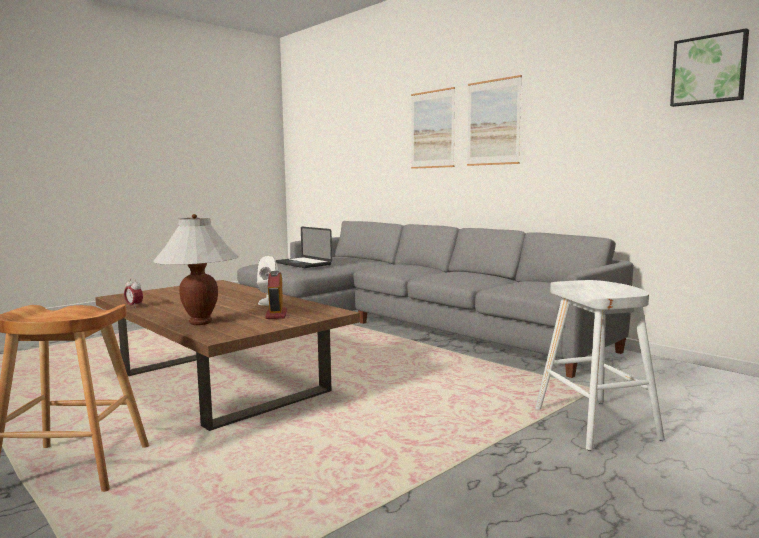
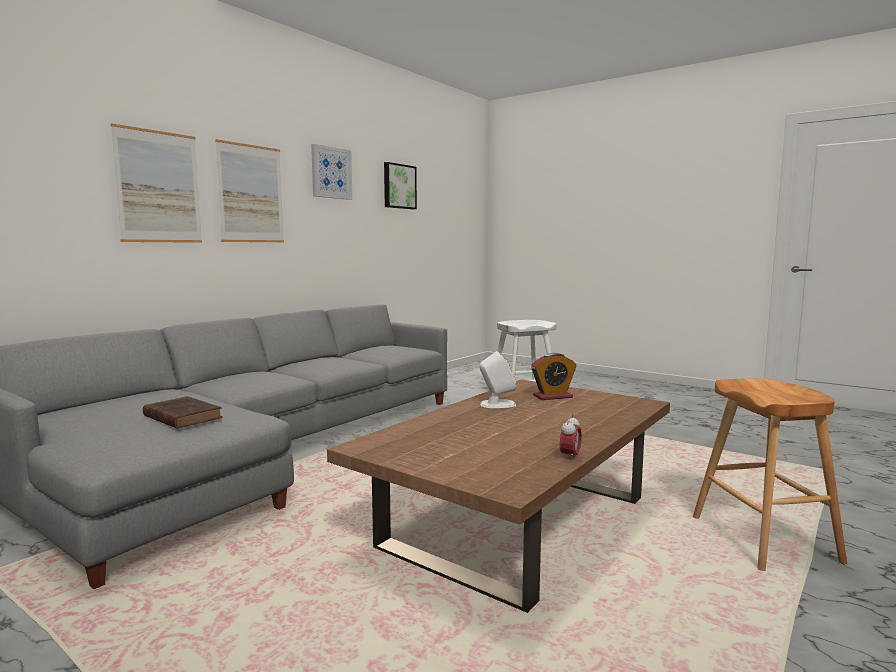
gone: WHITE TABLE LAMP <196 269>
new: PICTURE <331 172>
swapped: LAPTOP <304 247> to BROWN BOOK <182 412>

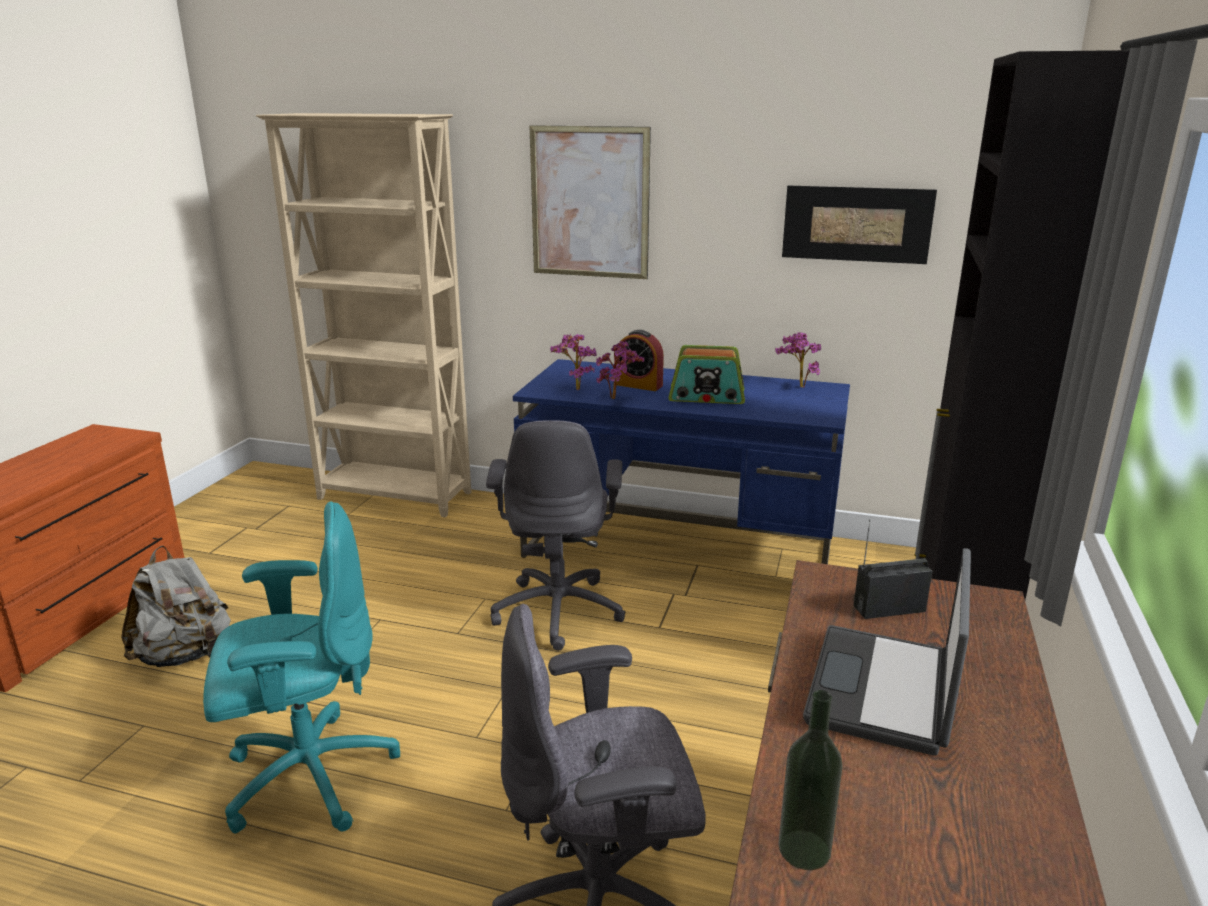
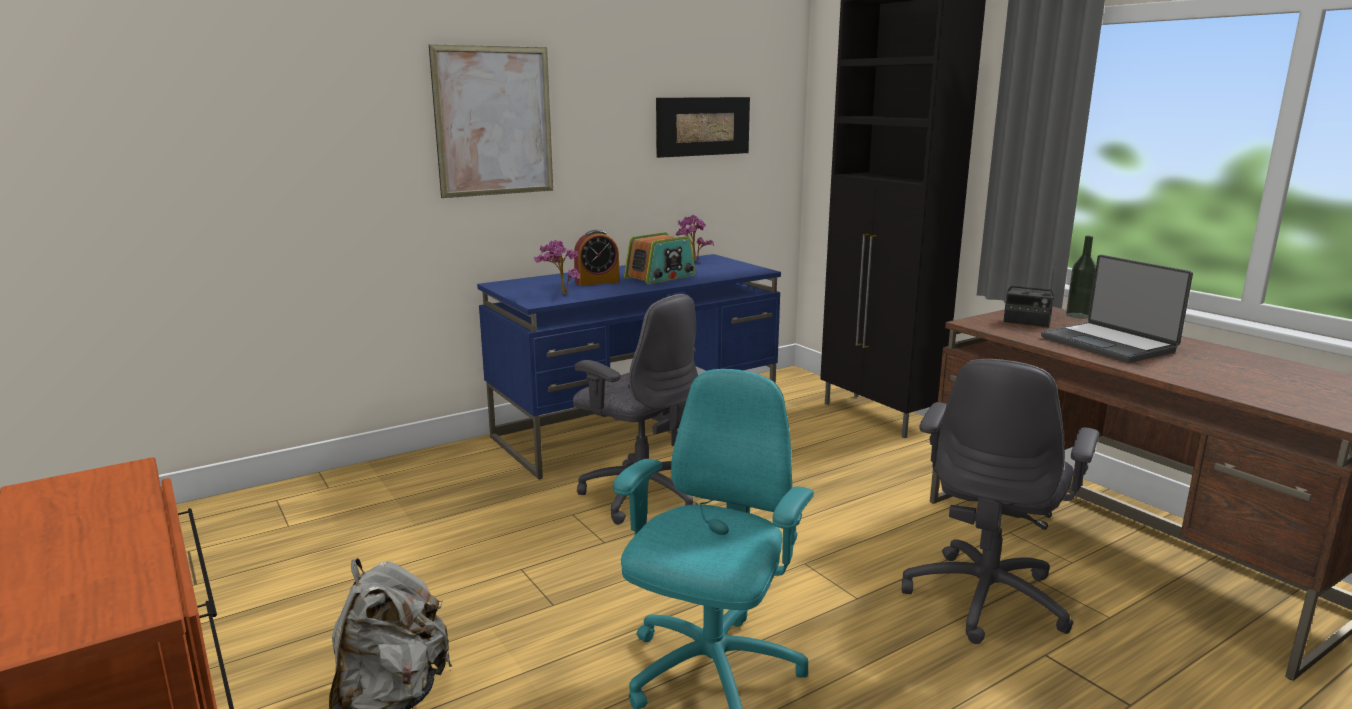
gone: BEIGE BOOKCASE <363 315>; POTTED PLANT <620 370>
shifted: BOTTLE <810 780> to <1081 277>
rotated: RADIO <893 569> = <1029 295> 90 degrees counterclockwise

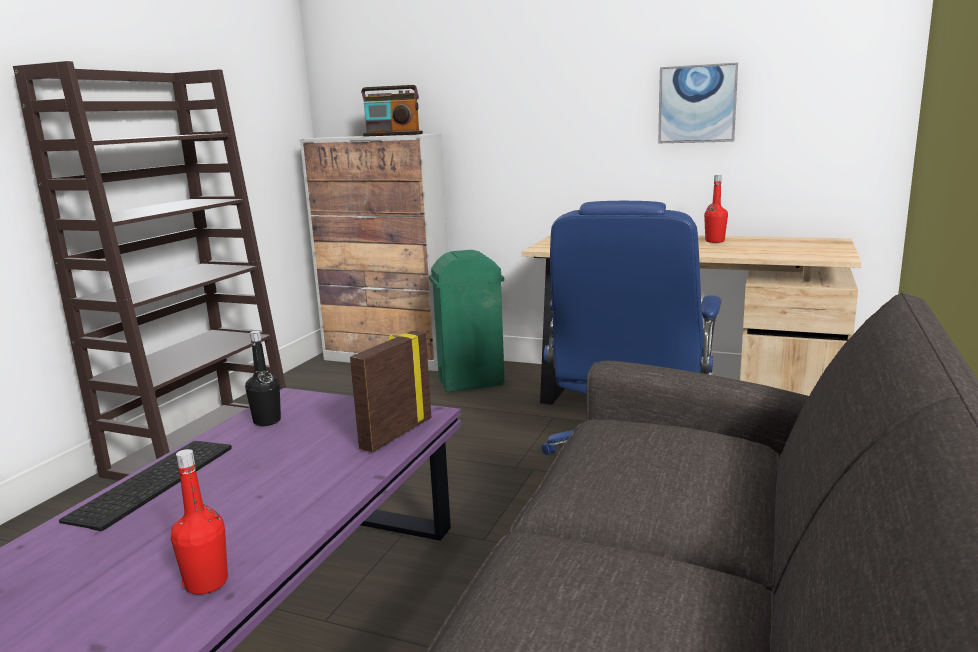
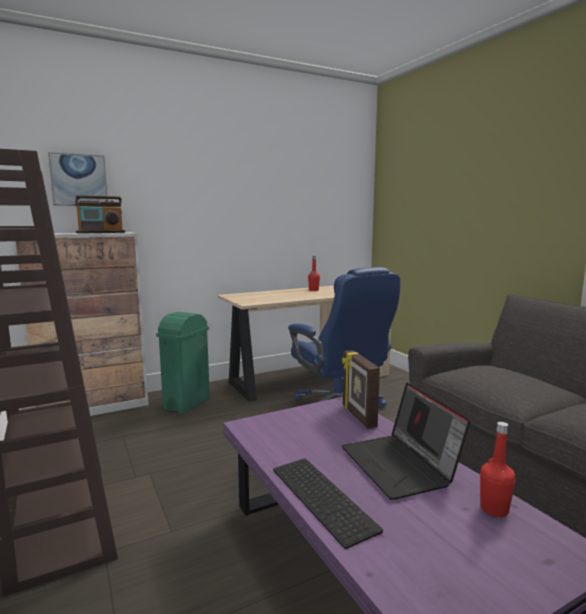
gone: BLACK BOTTLE <263 378>
new: LAPTOP <406 441>
shifted: PICTURE <698 103> to <78 179>

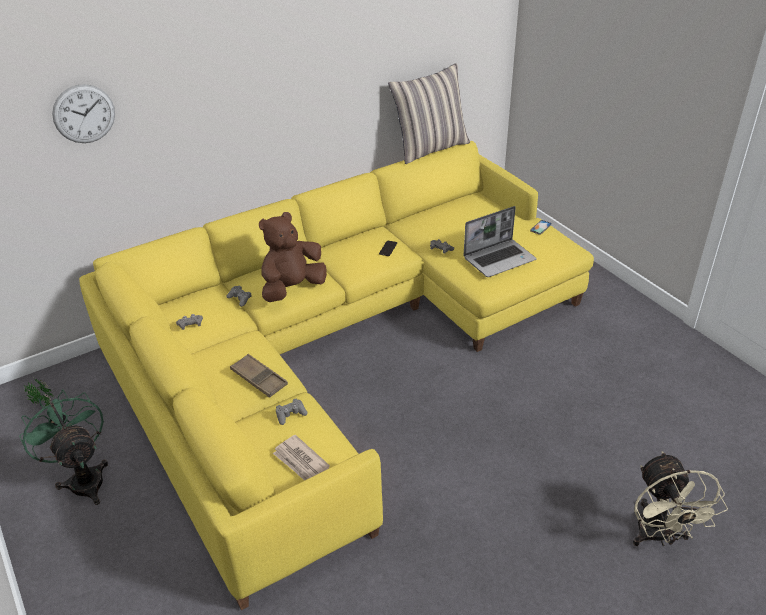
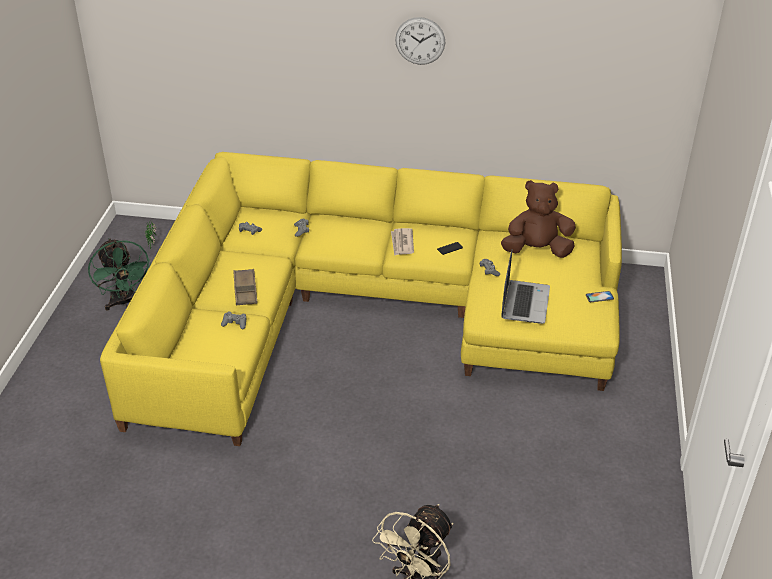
gone: PILLOW <429 113>
shifted: NEWSPAPER <301 458> to <402 242>; WALL CLOCK <83 113> to <420 41>; BROWN PLUSH TOY <293 257> to <538 219>
rotated: GREEN FAN <63 447> = <119 274> 150 degrees clockwise; LAPTOP <500 241> = <525 287> 90 degrees counterclockwise

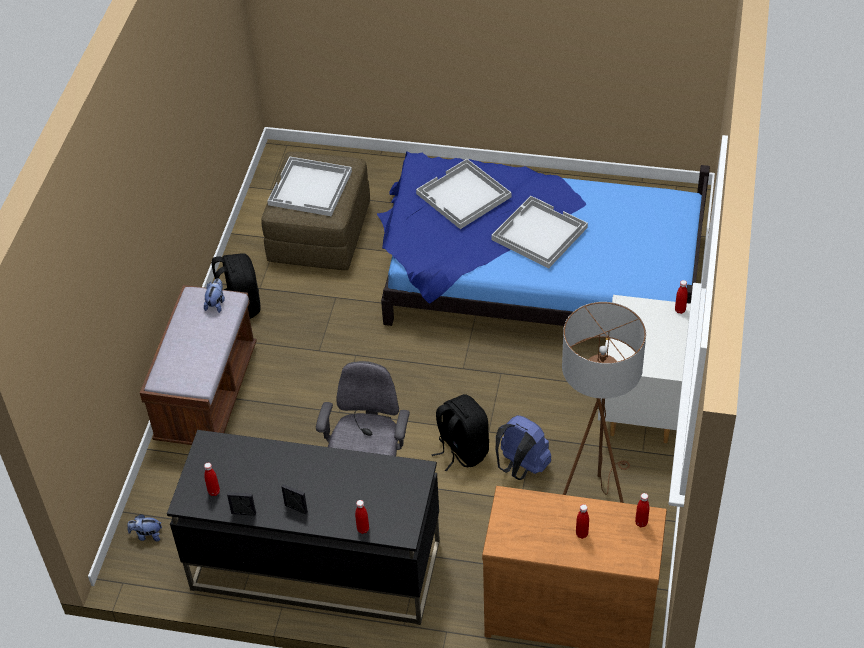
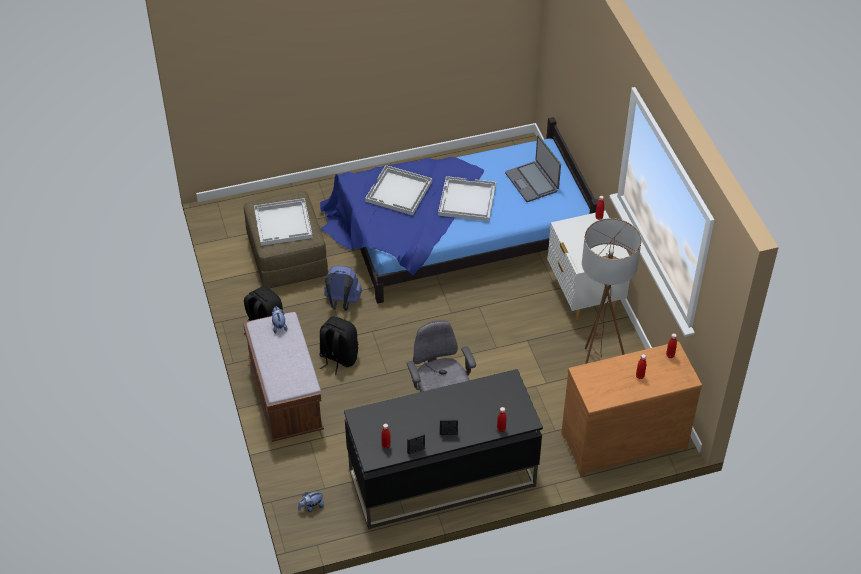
new: LAPTOP <533 168>
shifted: BLACK BACKPACK <460 432> to <338 346>; BLUE BACKPACK <523 447> to <343 288>

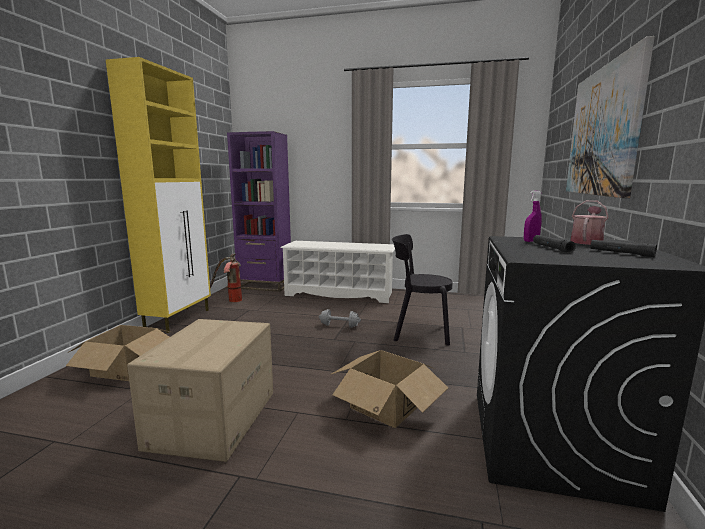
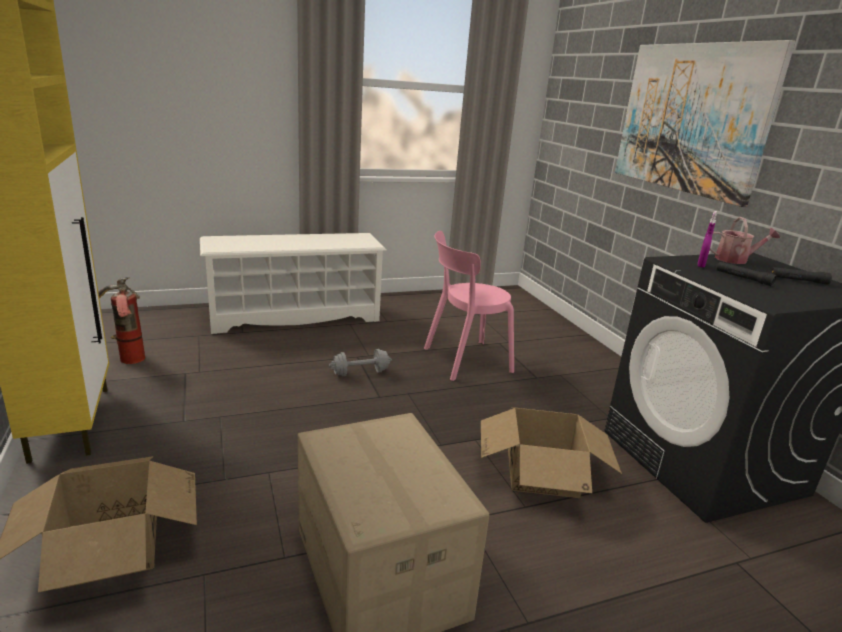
gone: PURPLE BOOKCASE <259 211>
repainted: BLACK CHAIR <422 290> to PINK CHAIR <469 306>
rotated: WATERING CAN <589 222> = <745 240> 90 degrees clockwise

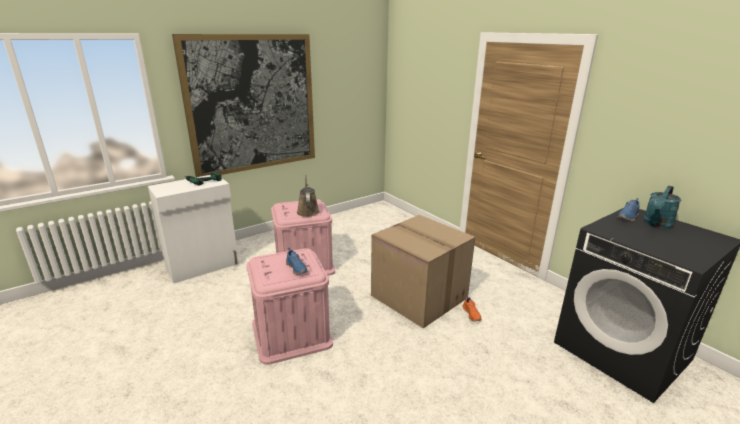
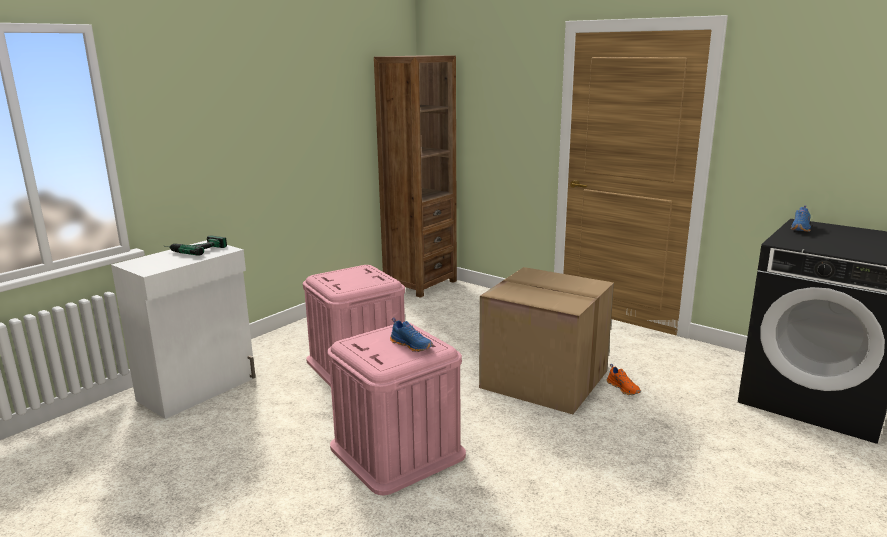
gone: PICTURE <243 105>; BROWN WATERING CAN <308 196>; TURQUOISE WATERING CAN <662 207>
new: BROWN BOOKCASE <415 177>

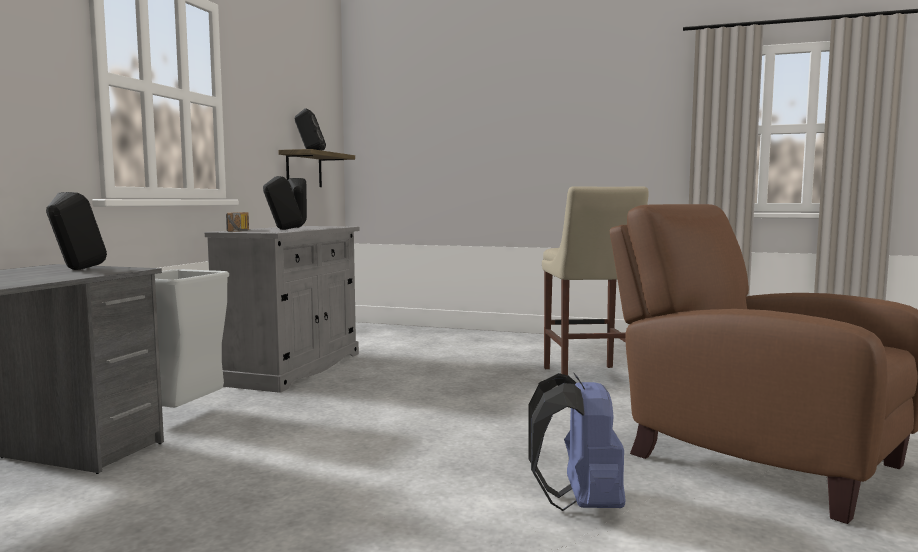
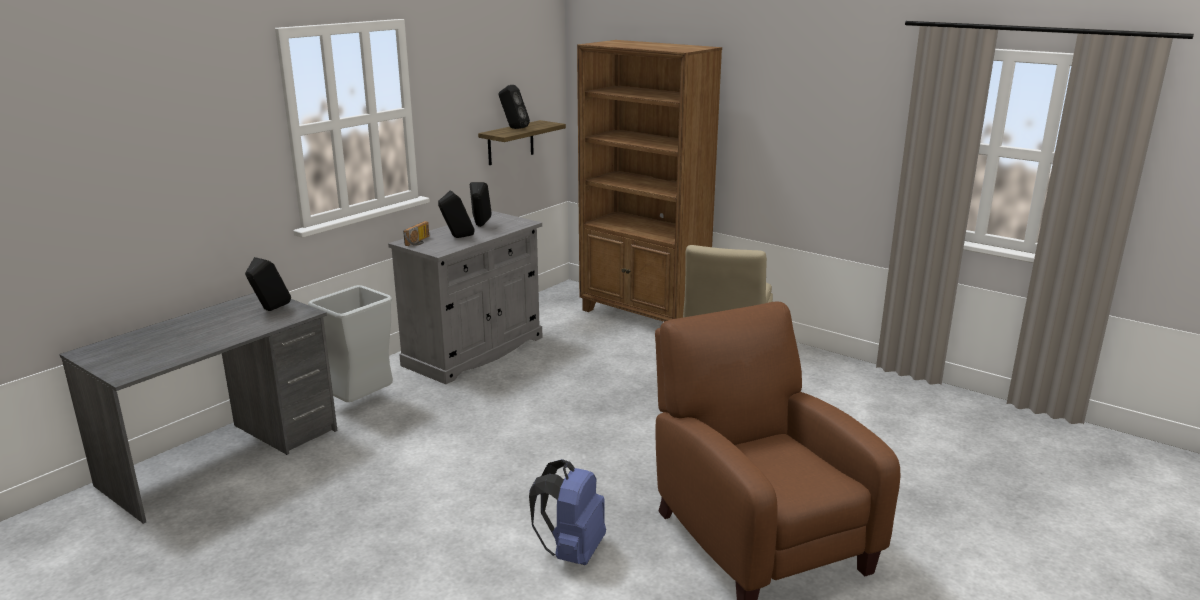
new: BROWN BOOKCASE <649 181>

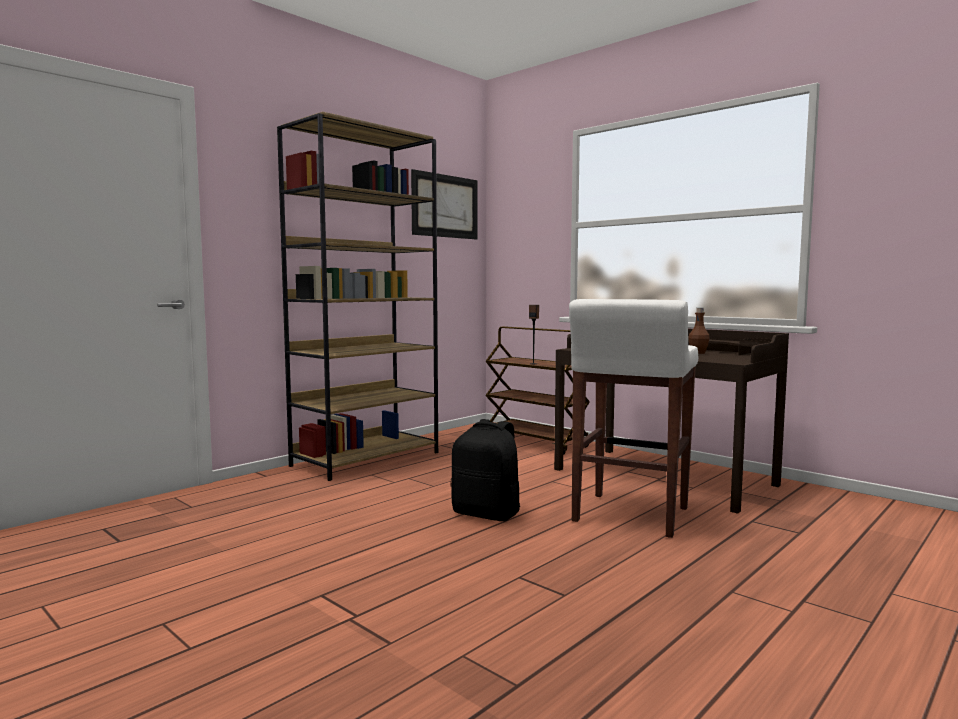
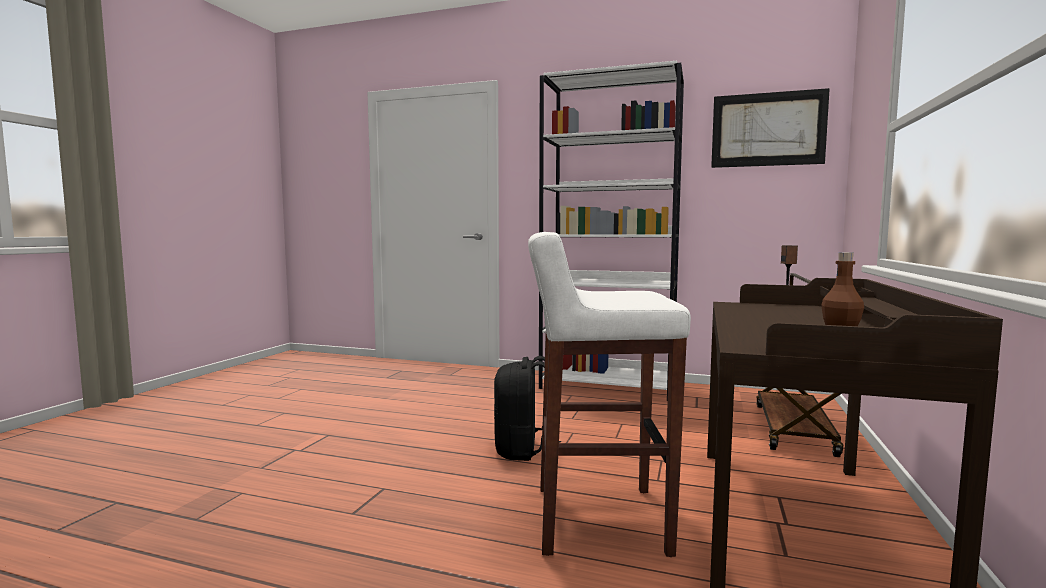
repainted: BROWN BOOKCASE <357 296> to WHITE BOOKCASE <611 231>

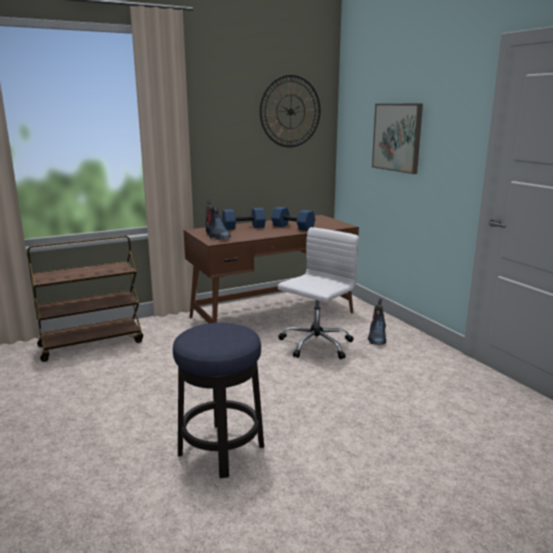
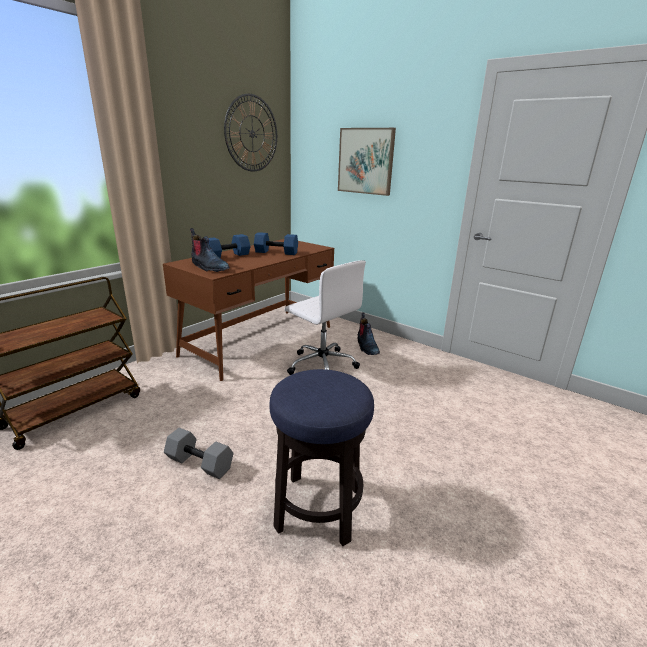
new: GREY DUMBBELL <198 453>
rotated: WHITE OFFICE CHAIR <318 293> = <325 317> 120 degrees clockwise

